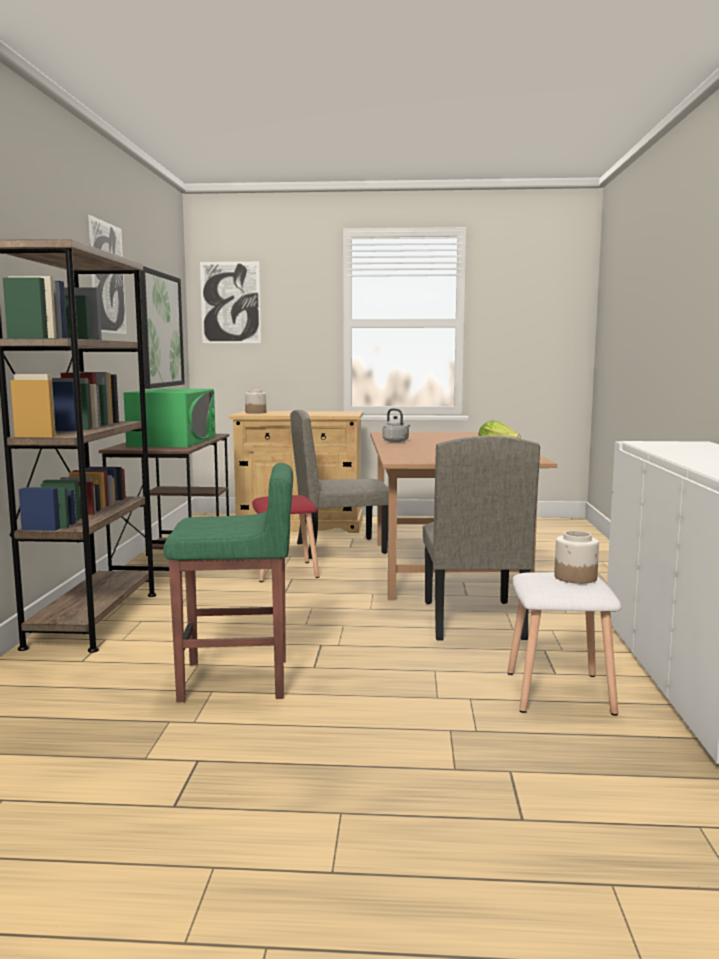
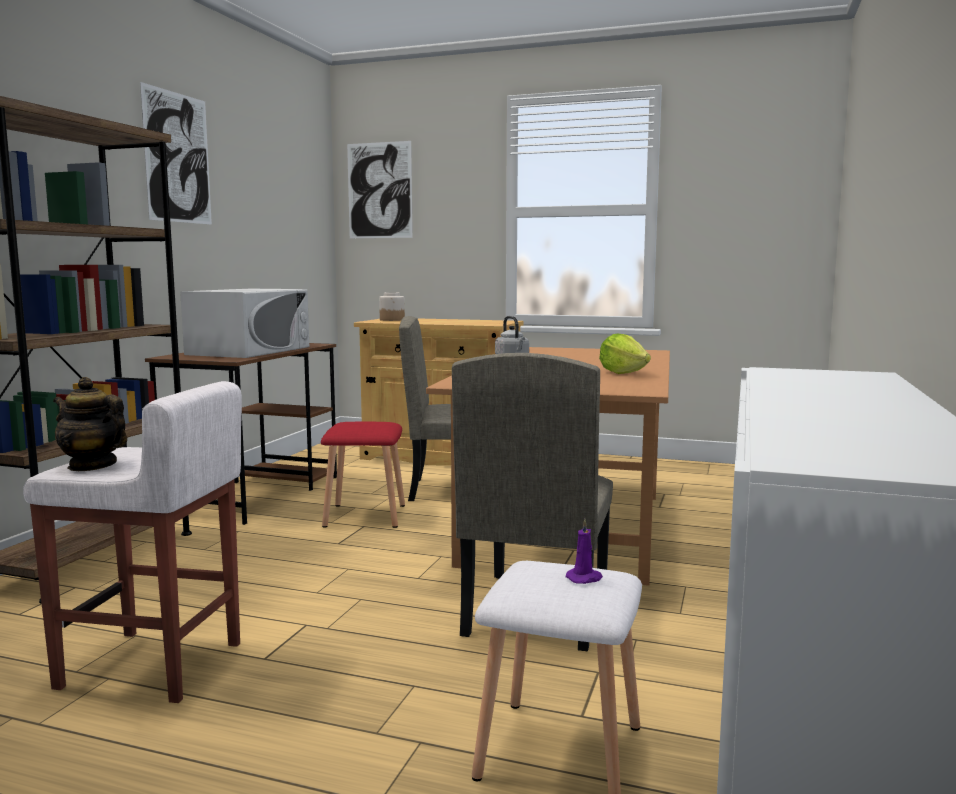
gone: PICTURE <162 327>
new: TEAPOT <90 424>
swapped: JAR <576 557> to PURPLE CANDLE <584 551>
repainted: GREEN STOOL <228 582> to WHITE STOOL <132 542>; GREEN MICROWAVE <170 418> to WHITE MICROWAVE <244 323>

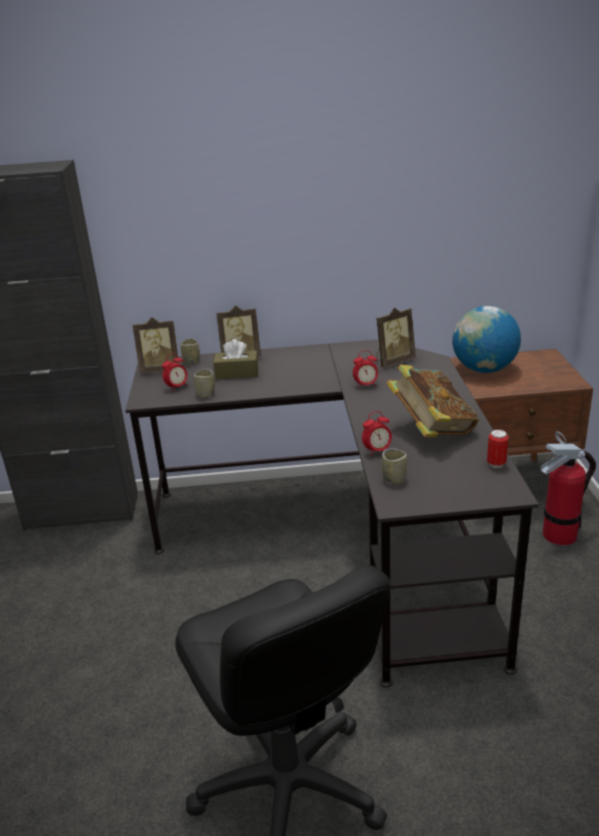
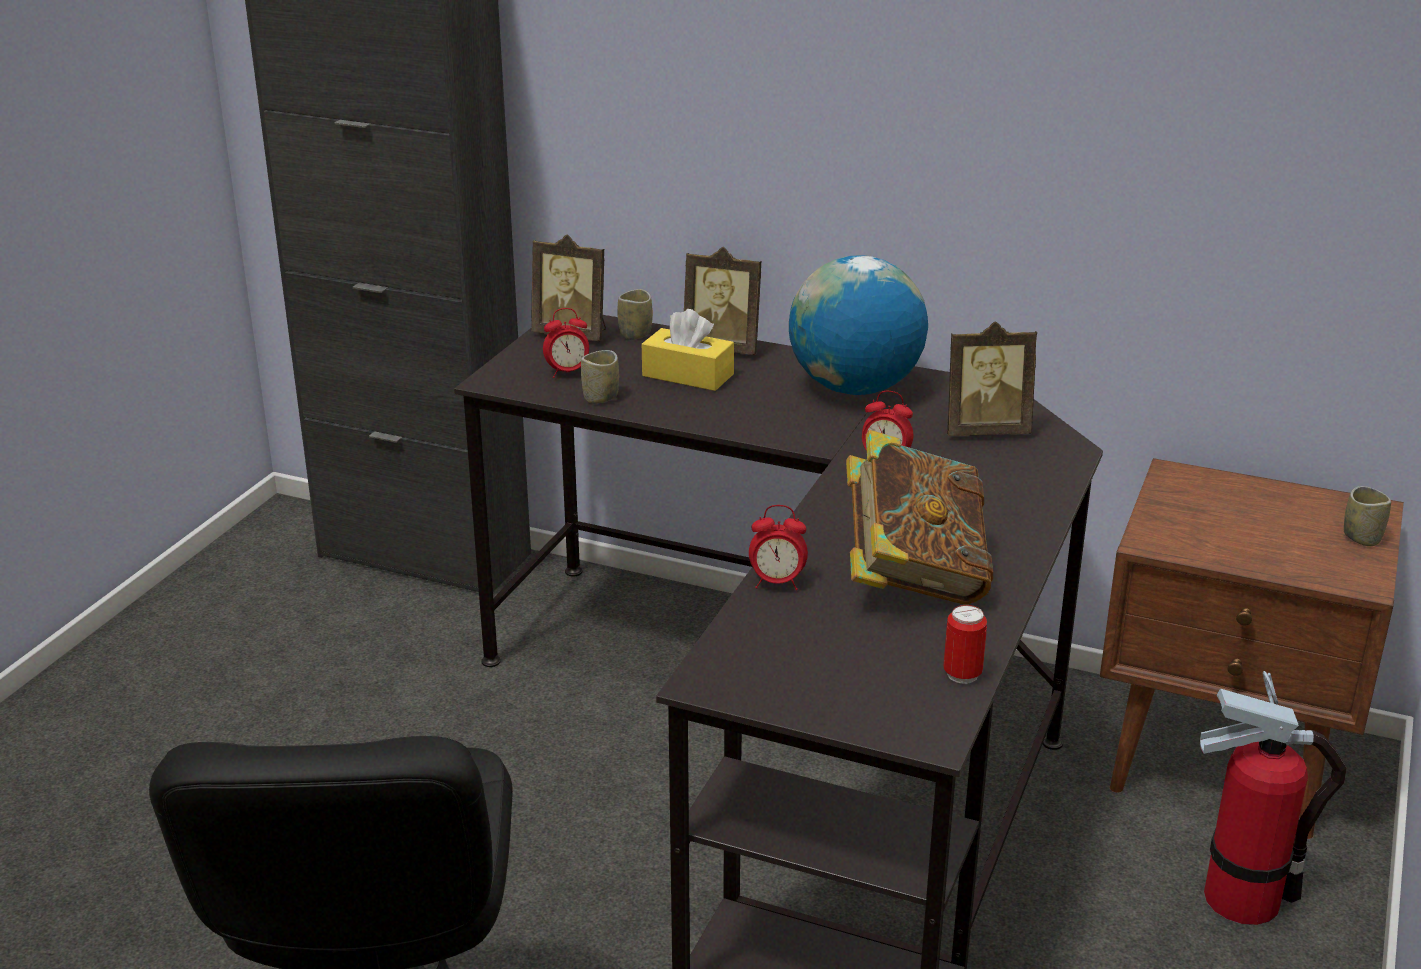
shifted: GLOBE <486 339> to <858 325>; CUP <394 466> to <1367 516>
repainted: BROWN TISSUE BOX <235 359> to YELLOW TISSUE BOX <688 350>

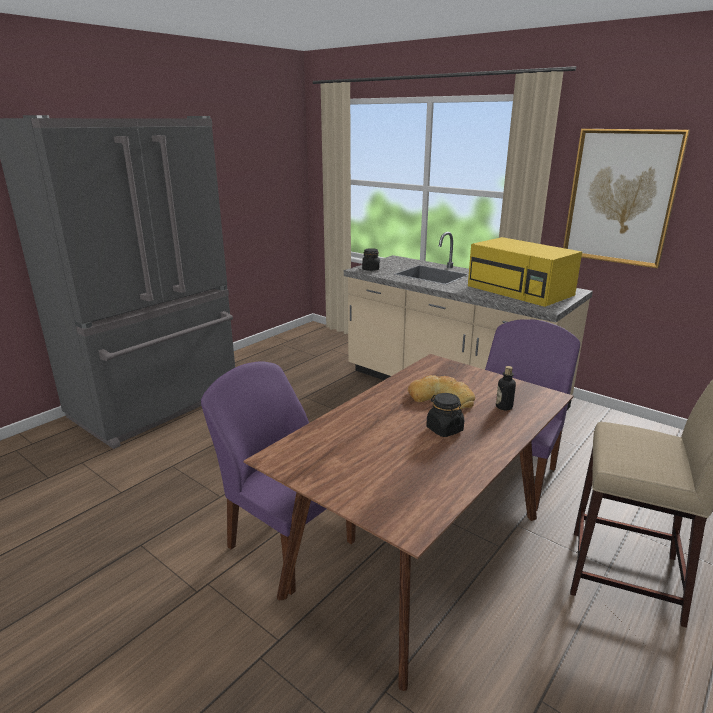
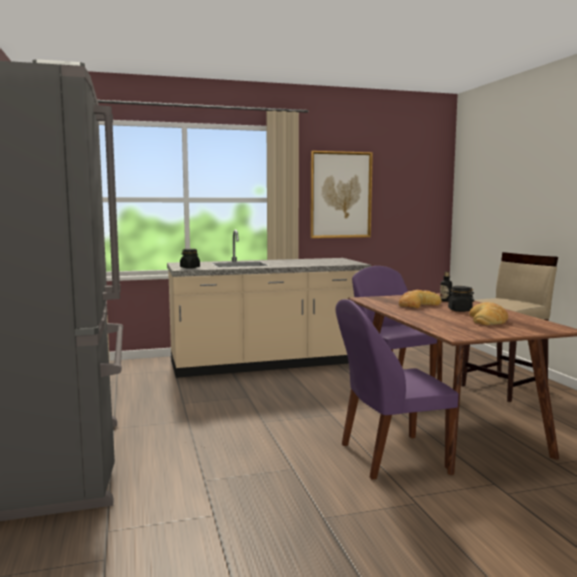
gone: YELLOW MICROWAVE <525 272>
new: BREAD <489 313>

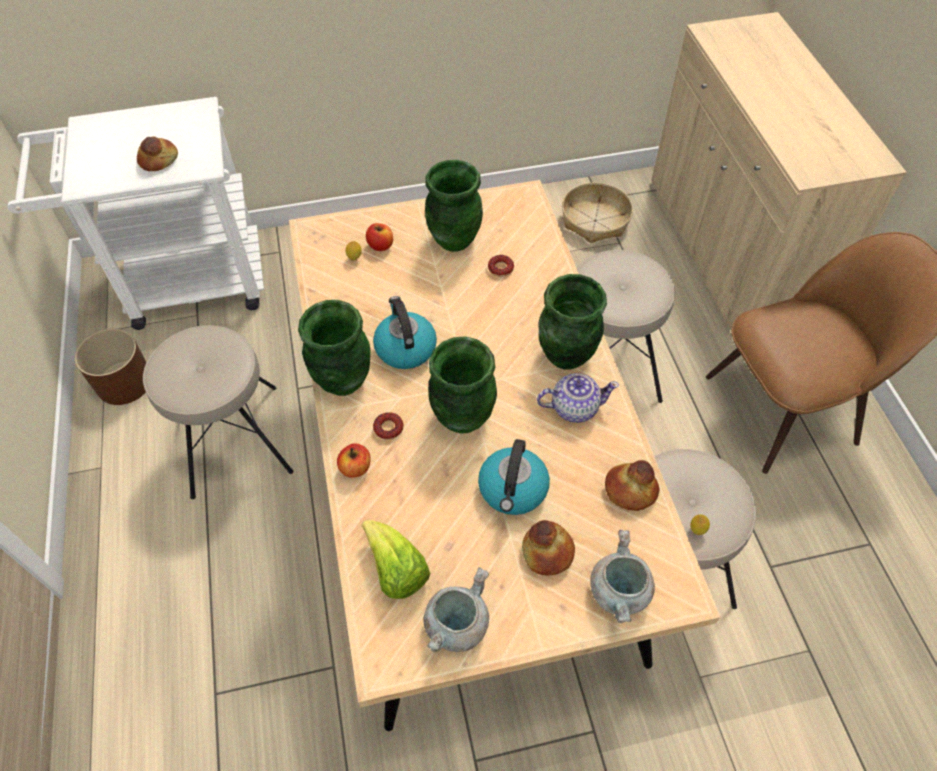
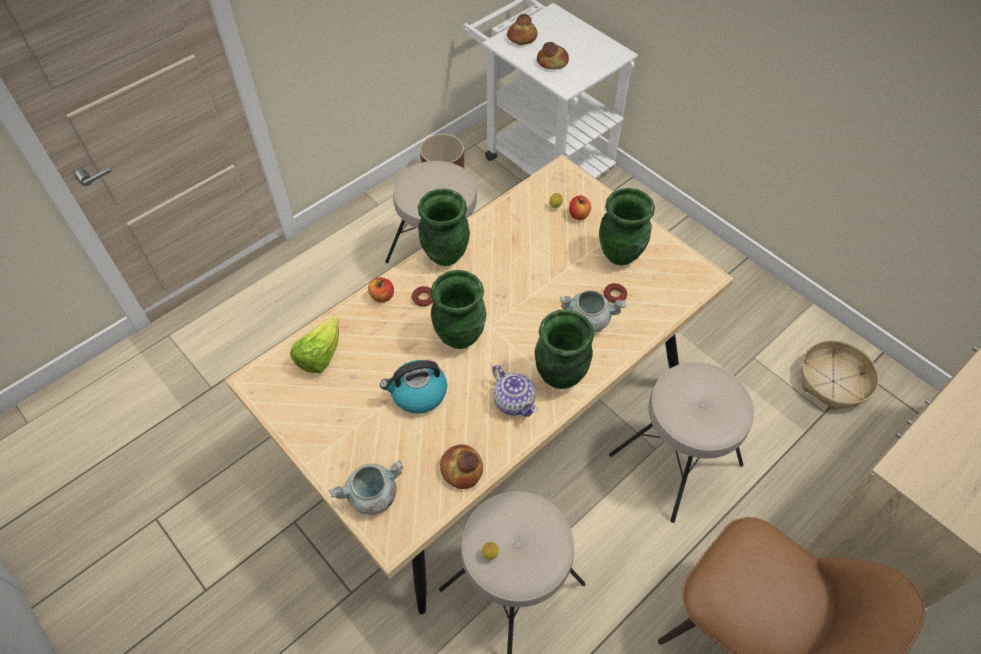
gone: KETTLE <405 332>
shifted: BREAD <548 547> to <522 29>; GREY COOKING POT <456 610> to <593 311>

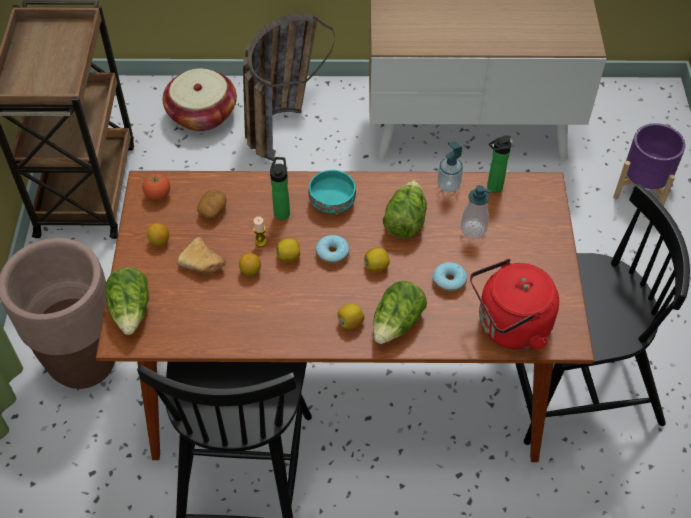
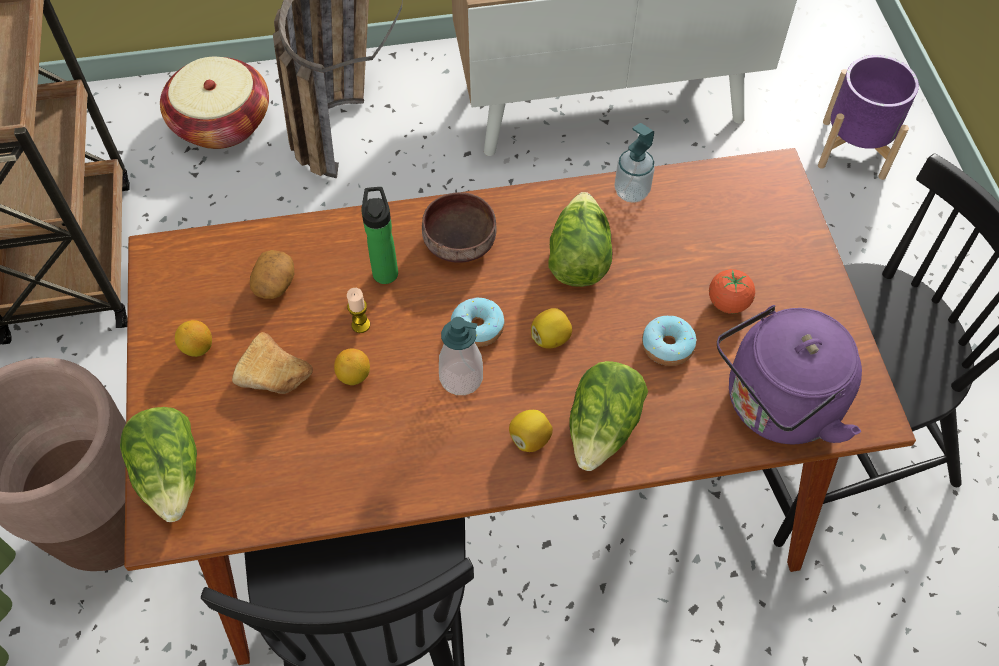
gone: LEMON <288 250>; BOTTLE <499 164>
shifted: SOAP DISPENSER <476 211> to <461 356>; TOMATO <156 186> to <732 291>
repainted: TURQUOISE BOWL <332 191> to BROWN BOWL <459 227>; RED KETTLE <514 304> to PURPLE KETTLE <789 374>

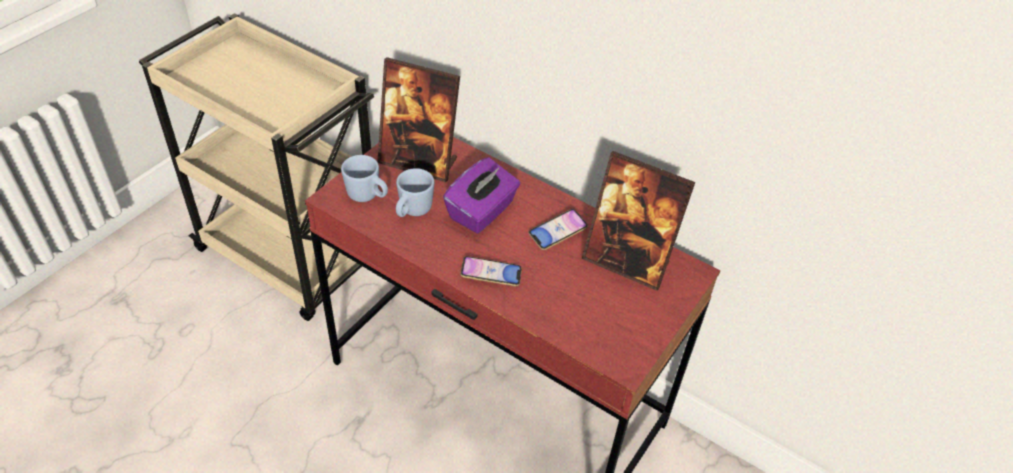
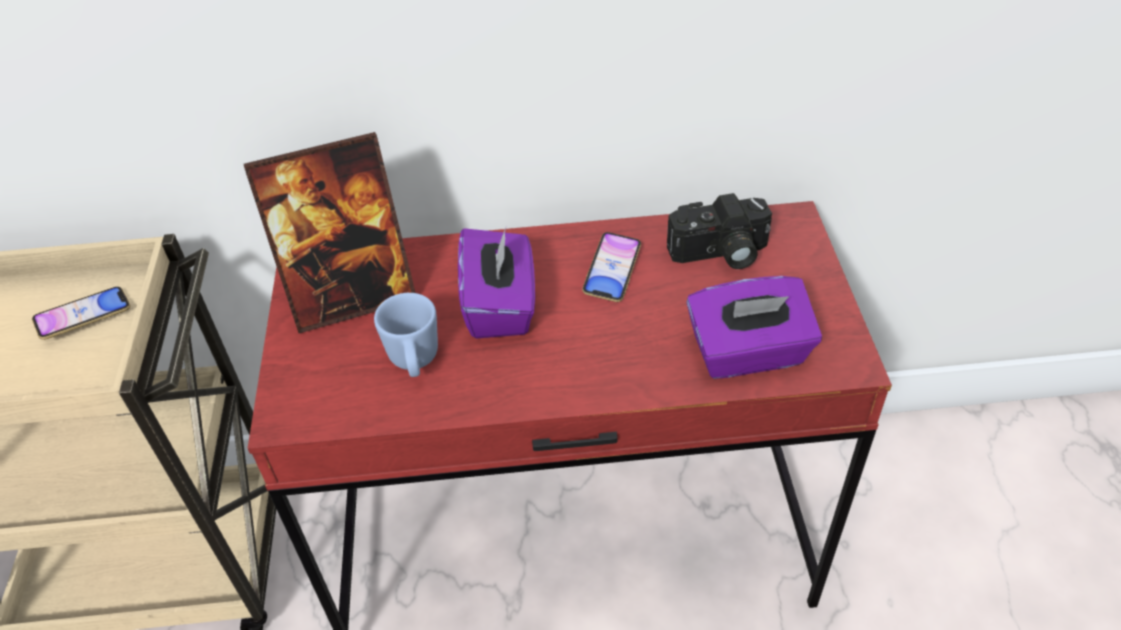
gone: BLUE MUG <364 178>
new: PURPLE TISSUE BOX <754 327>
shifted: PHONE <491 271> to <81 313>
swapped: PICTURE FRAME <638 221> to PHOTO CAMERA <719 231>

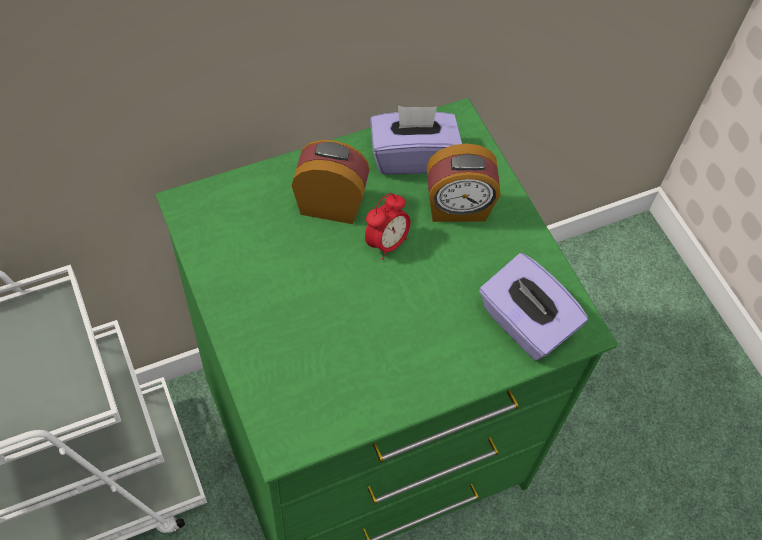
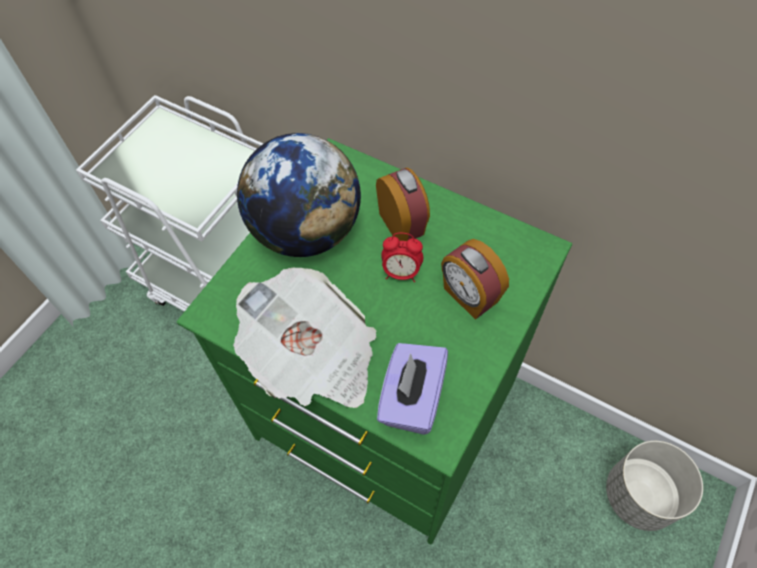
gone: PURPLE TISSUE BOX <416 140>
new: NEWSPAPER <304 338>; GLOBE <299 195>; GREY PLANTER <654 486>

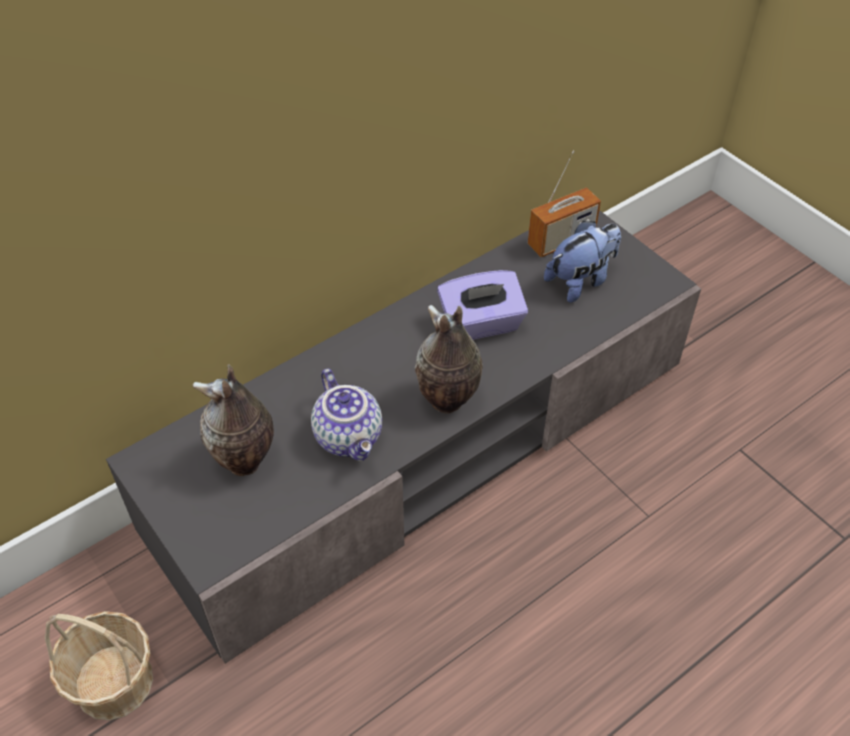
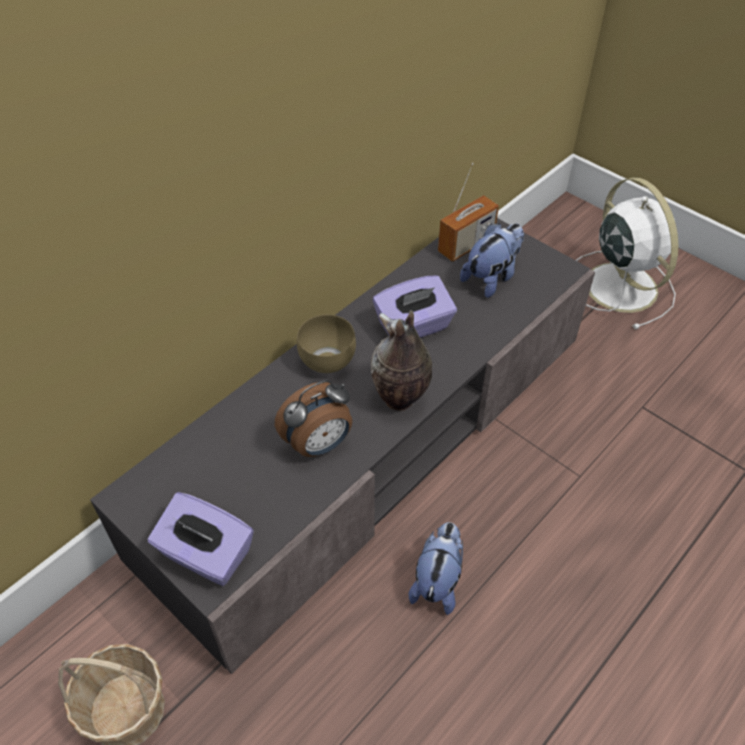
gone: VASE <233 420>
new: PURPLE TISSUE BOX <201 539>; BROWN BOWL <326 343>; PLUSH TOY <436 568>; WHITE FAN <627 253>
swapped: TEAPOT <346 415> to ALARM CLOCK <313 418>

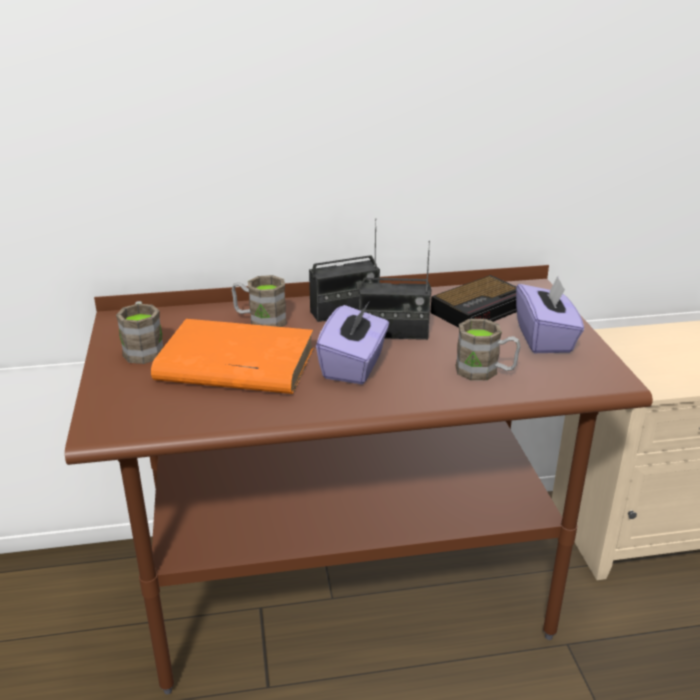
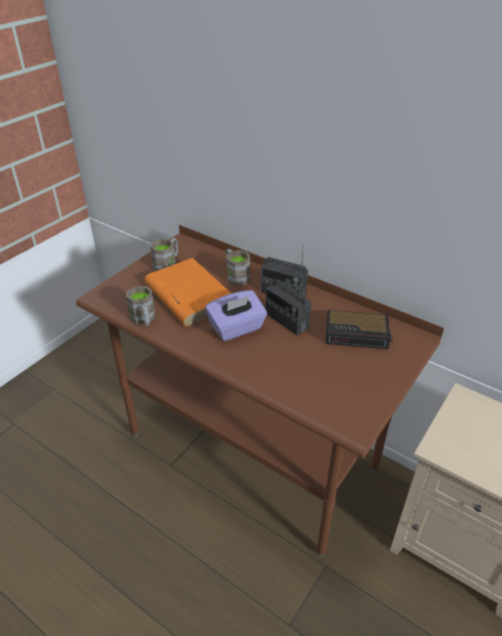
gone: PURPLE TISSUE BOX <550 314>
shifted: BROWN MUG <487 349> to <141 306>

